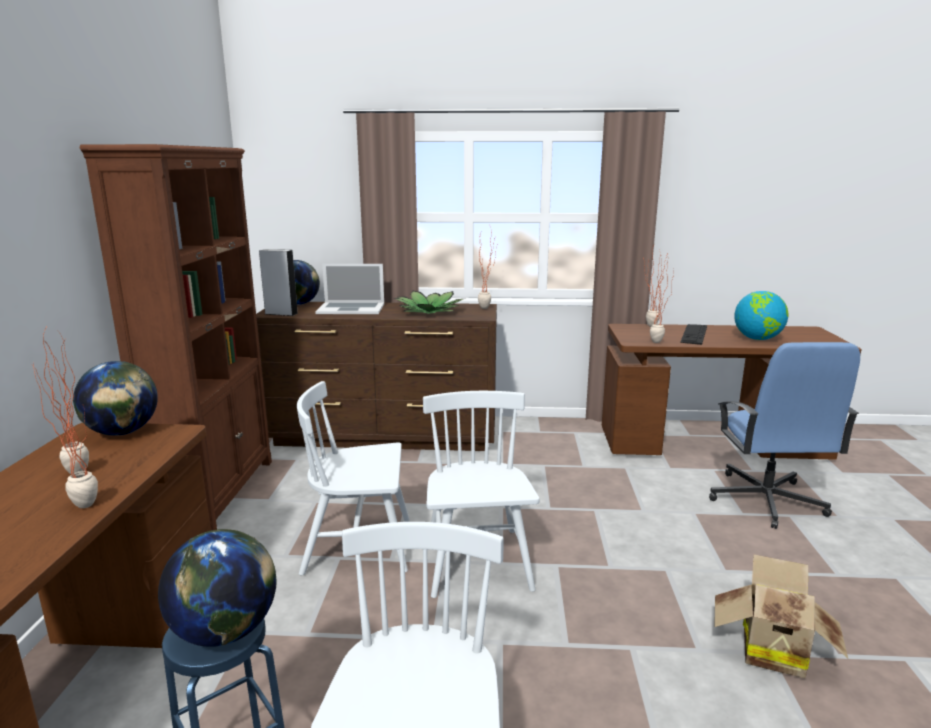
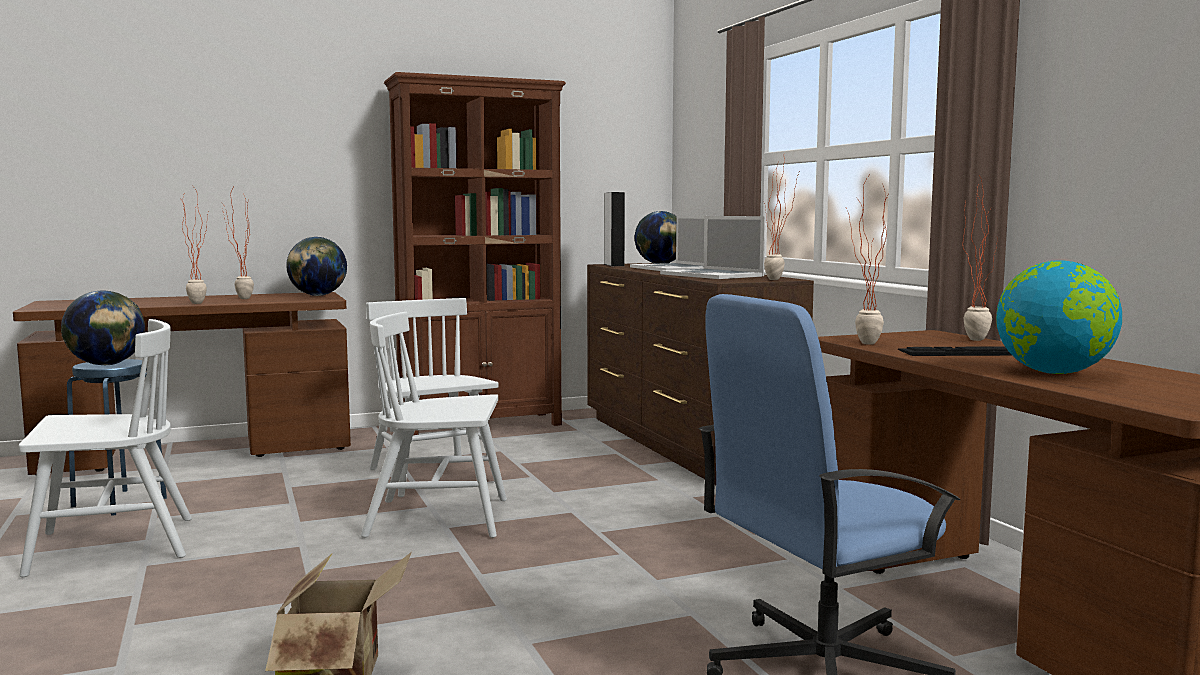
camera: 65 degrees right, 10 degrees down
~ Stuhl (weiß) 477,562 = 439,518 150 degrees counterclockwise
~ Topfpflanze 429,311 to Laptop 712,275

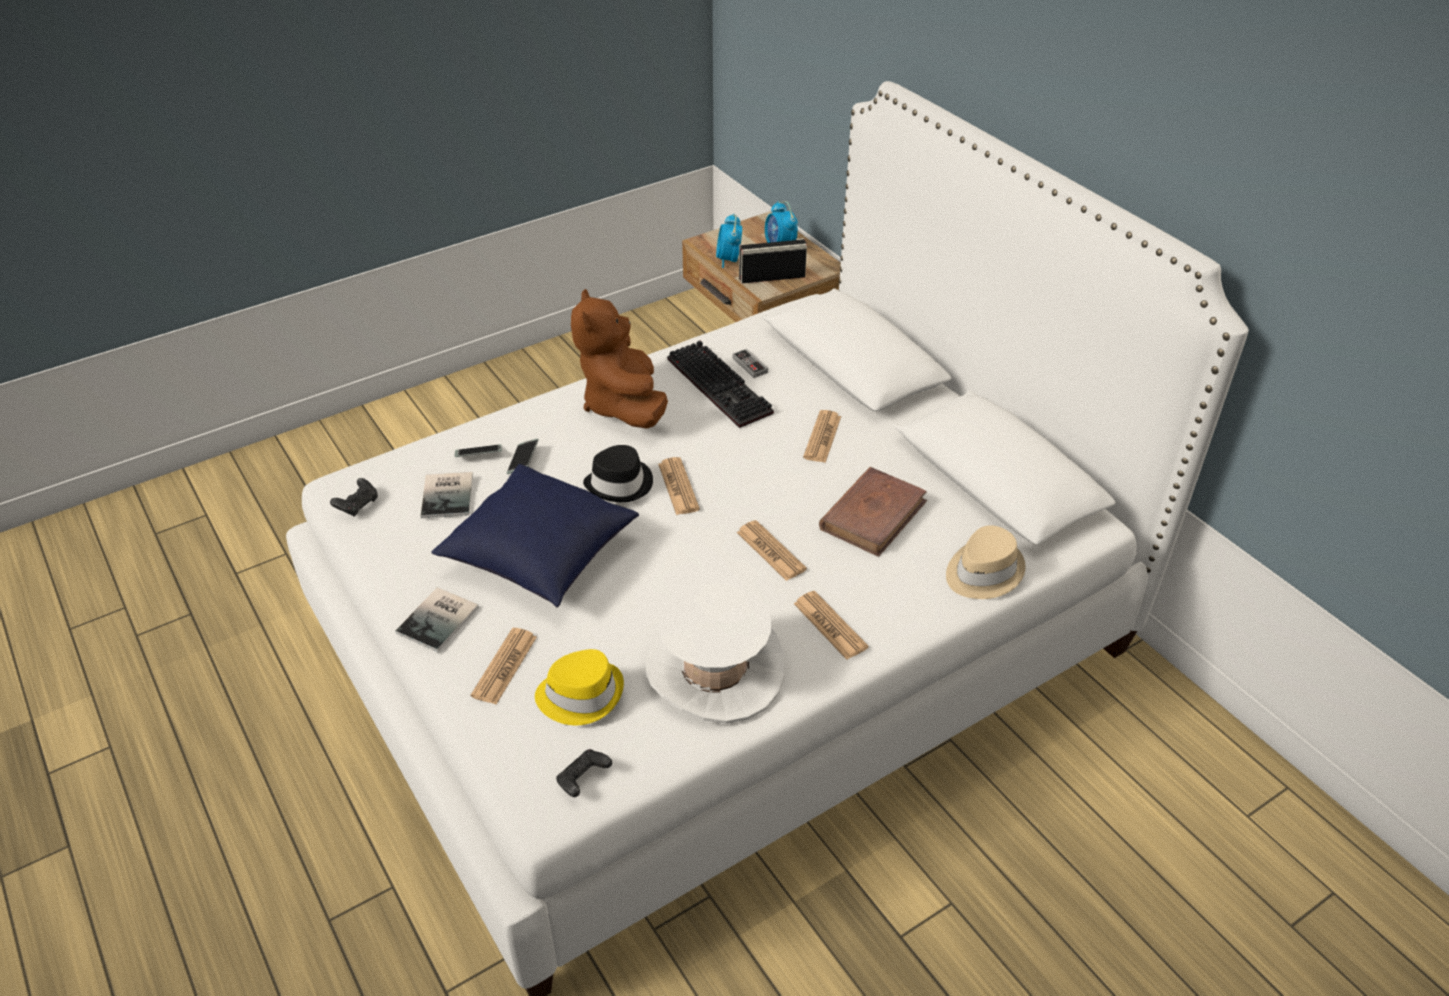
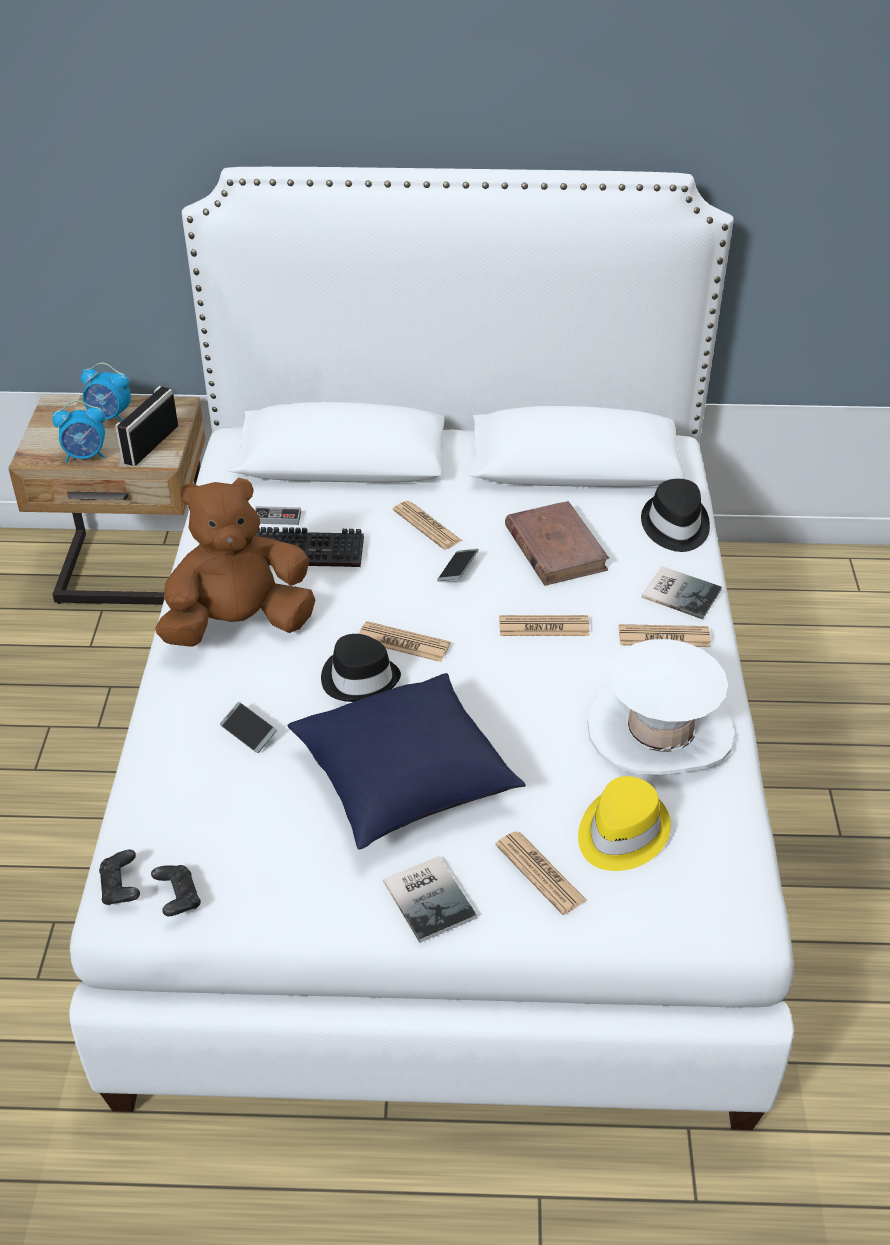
camera: 55 degrees left, 0 degrees up
~ Wecker 729,260 = 86,456 45 degrees counterclockwise
~ Gamepad (schwarz) 583,780 to 121,887
~ Plüschtier (braun) 623,405 = 239,624 135 degrees clockwise
~ Handy 479,455 to 457,569
~ Hut (beige) 982,572 to Hut (schwarz) 675,526
~ Buch 449,494 to 680,592

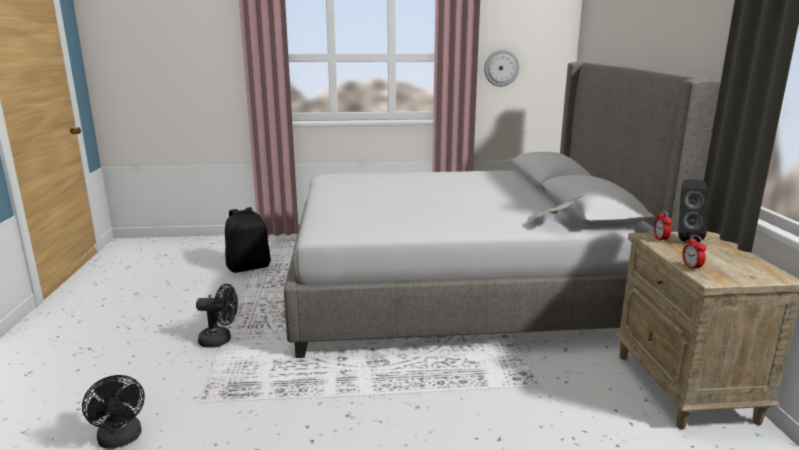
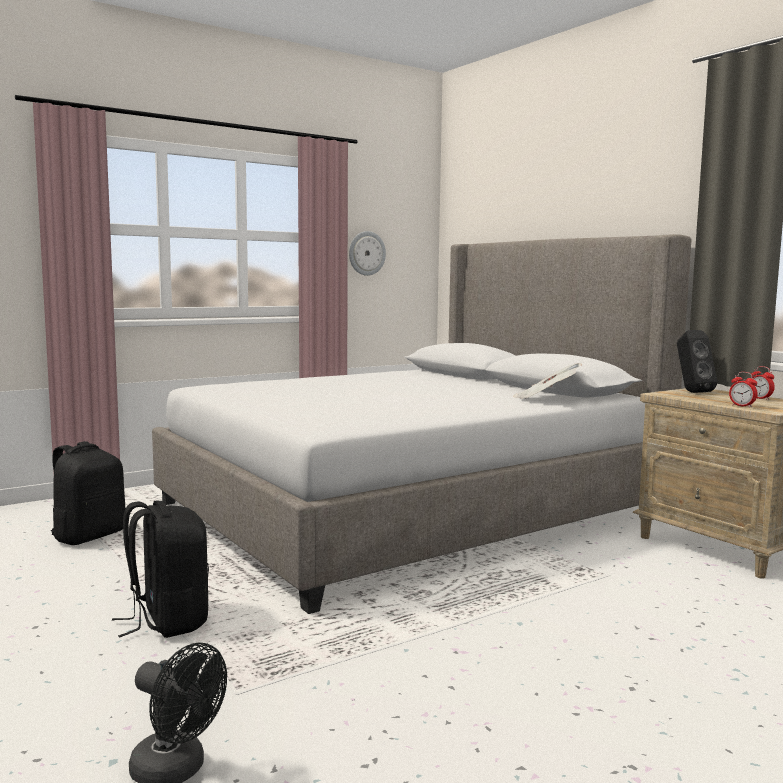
camera: 30 degrees left, 10 degrees down
~ Ventilator (schwarz) 220,340 to Rucksack (schwarz) 167,621
~ Wecker 660,239 to 760,398

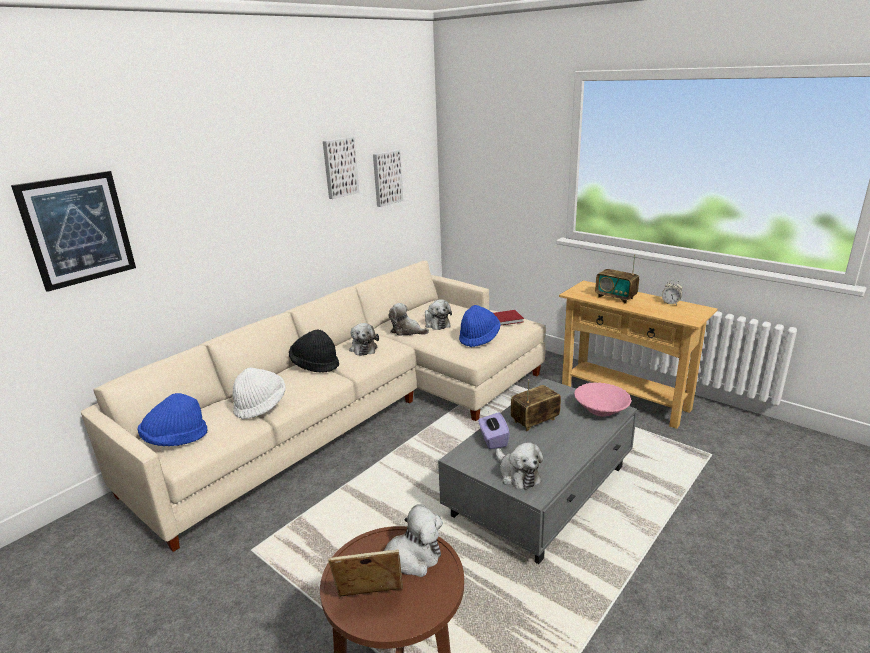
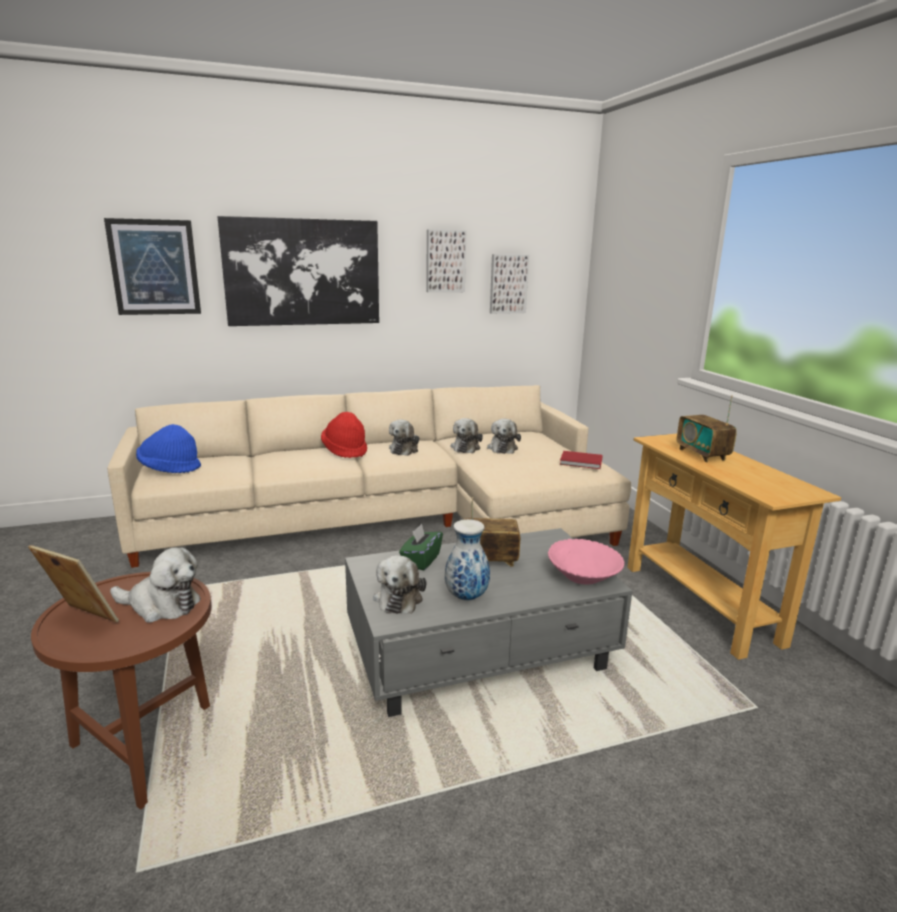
camera: 30 degrees right, 5 degrees down
+ Bild 302,272
~ Hut (schwarz) 315,365 to Hut (rot) 345,451
~ Taschentuchbox (lila) 493,440 to Taschentuchbox (grün) 421,560
+ Vase 466,596
~ Plüschtier 407,331 = 466,447 135 degrees counterclockwise
- Hut (weiß) 261,405
- Hut (blau) 479,338
- Wecker 670,303

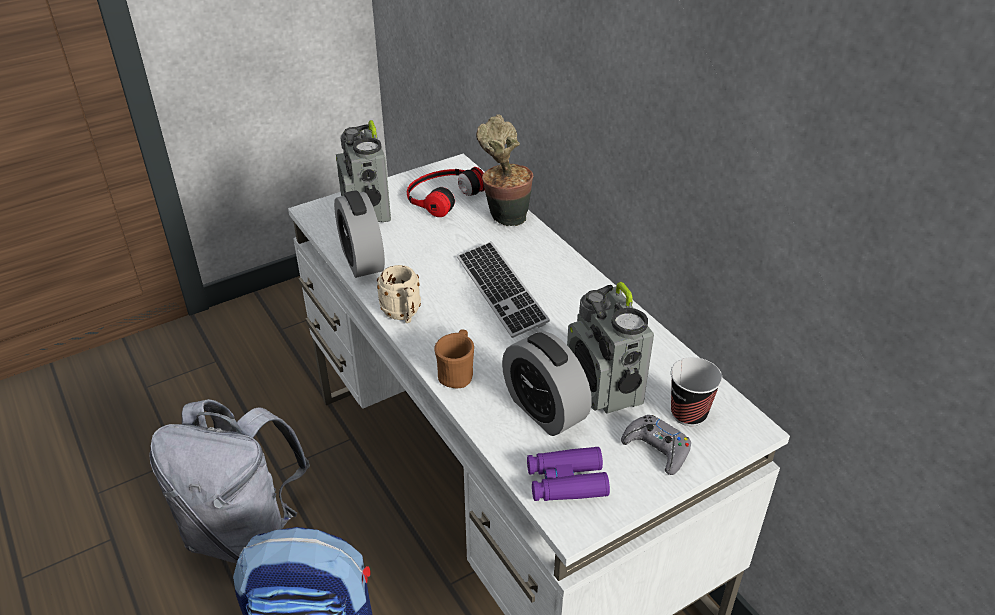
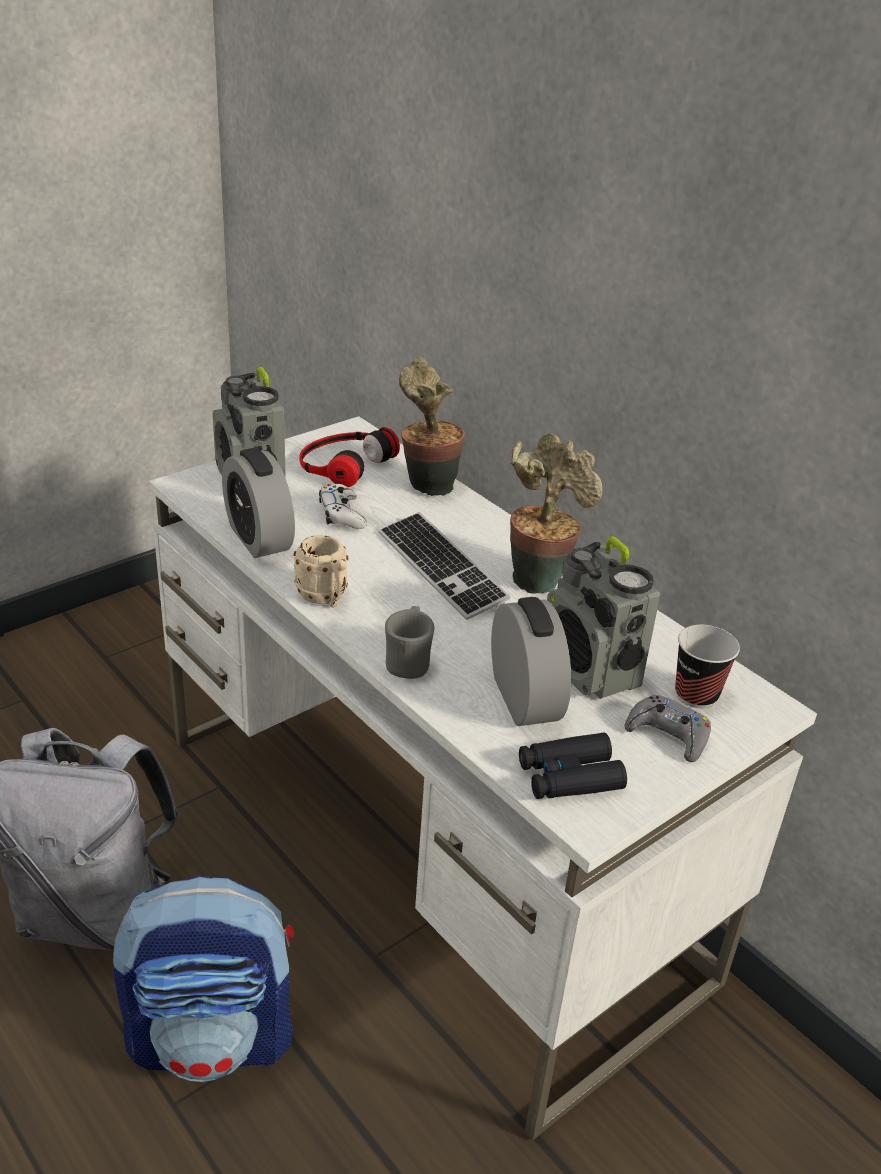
camera: 10 degrees left, 5 degrees down
+ Gamepad (weiß) 341,514
~ Henkelbecher (braun) 457,373 to Henkelbecher (grau) 408,662
~ Wecker 544,410 = 524,698 150 degrees counterclockwise
+ Topfpflanze 539,577
~ Fernglas (lila) 566,482 to Fernglas (schwarz) 569,776

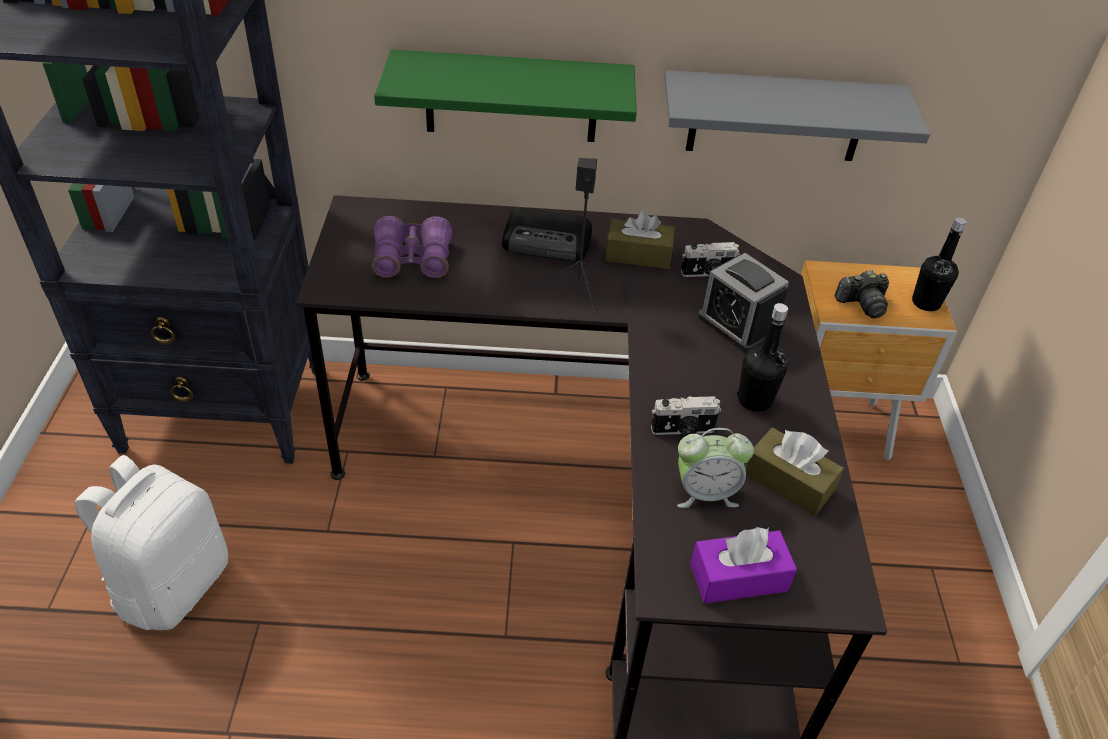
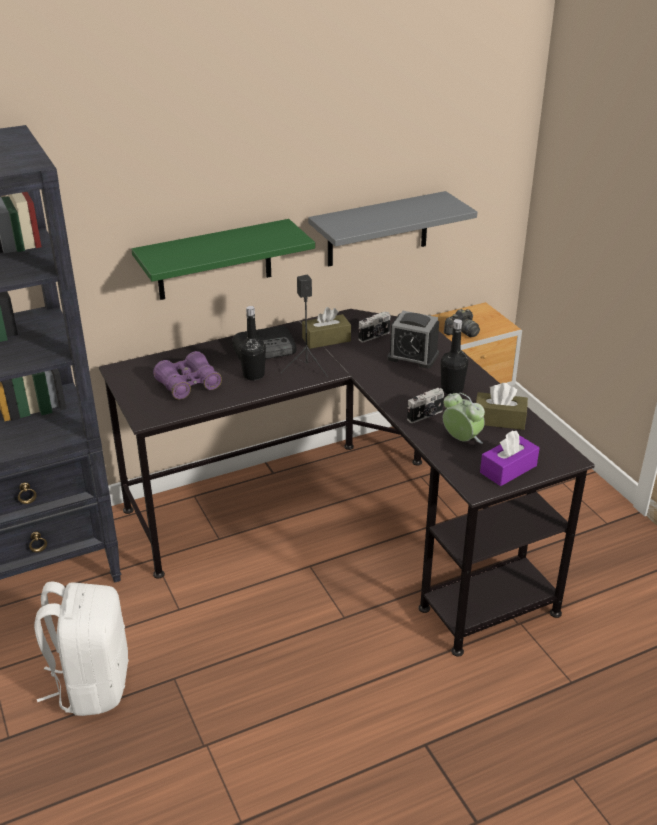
camera: 25 degrees left, 10 degrees down
~ Flasche (schwarz) 925,303 to 253,375
~ Wecker 705,493 = 461,439 105 degrees counterclockwise

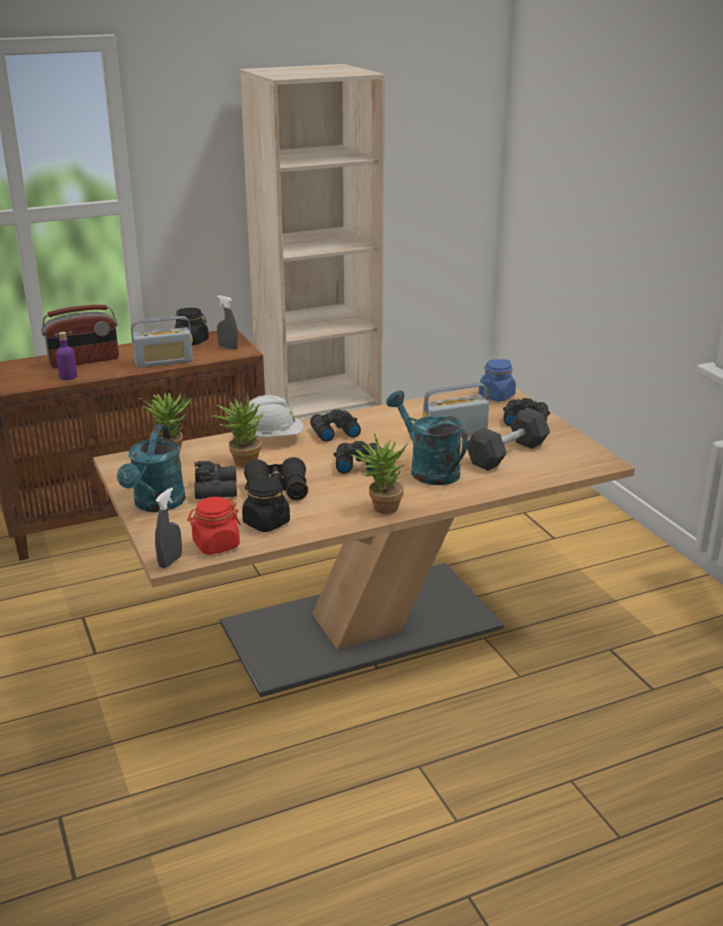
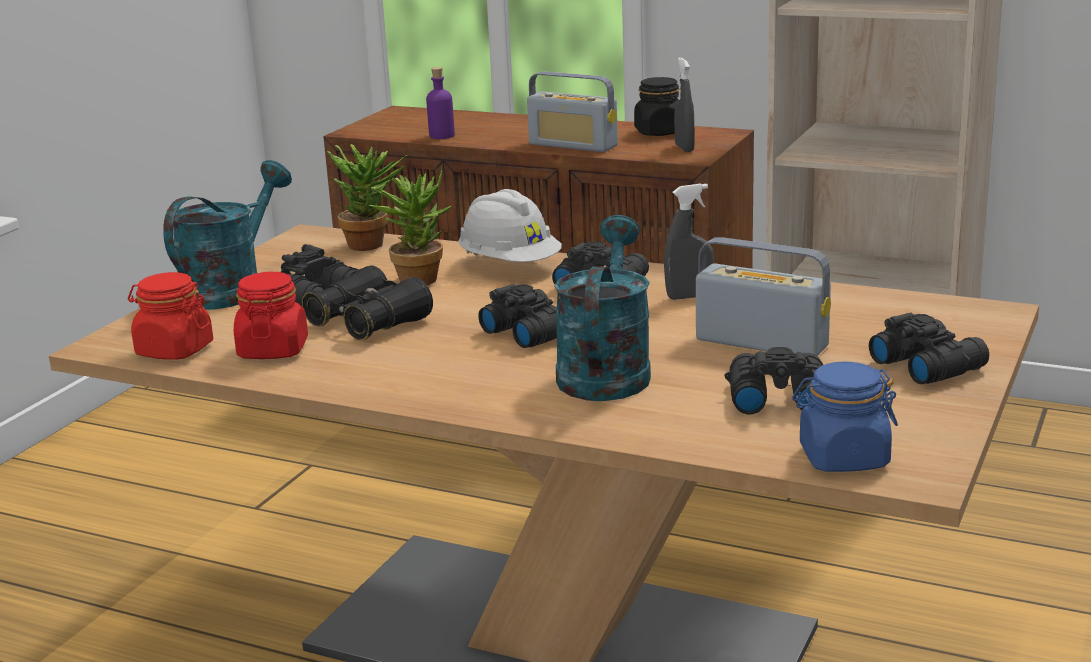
camera: 50 degrees right, 5 degrees down
~ Gießkanne (türkis) 156,504 = 231,288 150 degrees clockwise
~ Vorratsglas (schwarz) 266,522 to Vorratsglas (rot) 273,350
~ Sprühflasche (grau) 170,561 to 689,296
~ Hantel (schwarz) 507,453 to Fernglas (schwarz) 775,397
~ Vorratsglas (blau) 496,396 to 843,458
- Radio 84,361
- Topfpflanze 380,508

